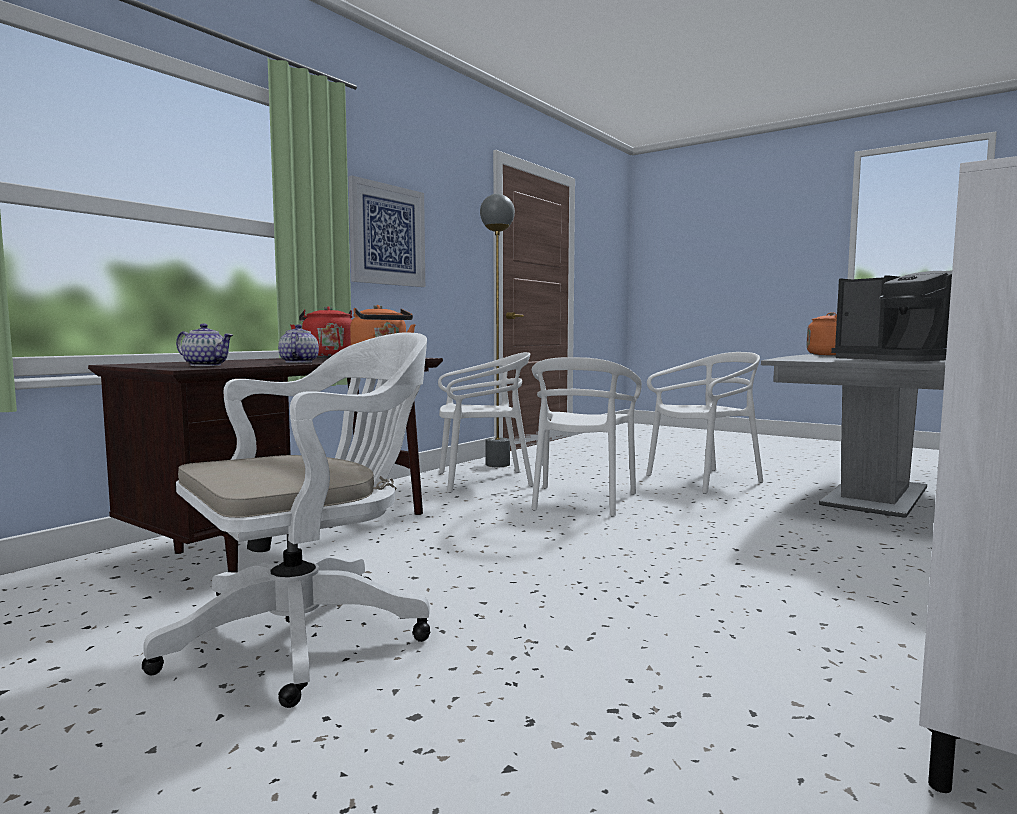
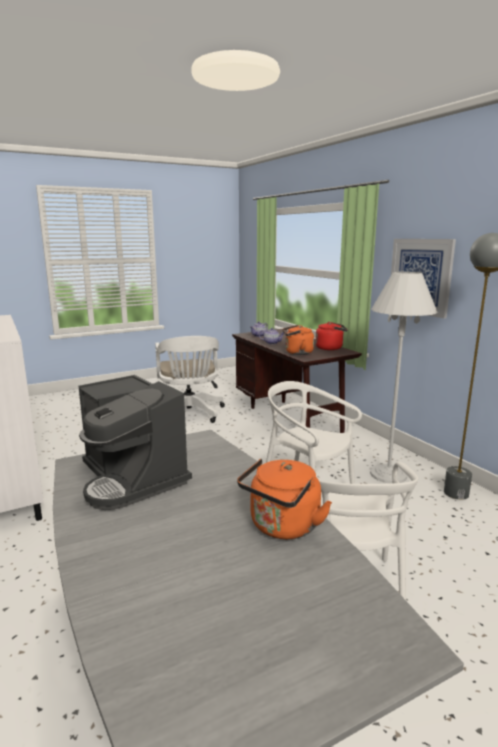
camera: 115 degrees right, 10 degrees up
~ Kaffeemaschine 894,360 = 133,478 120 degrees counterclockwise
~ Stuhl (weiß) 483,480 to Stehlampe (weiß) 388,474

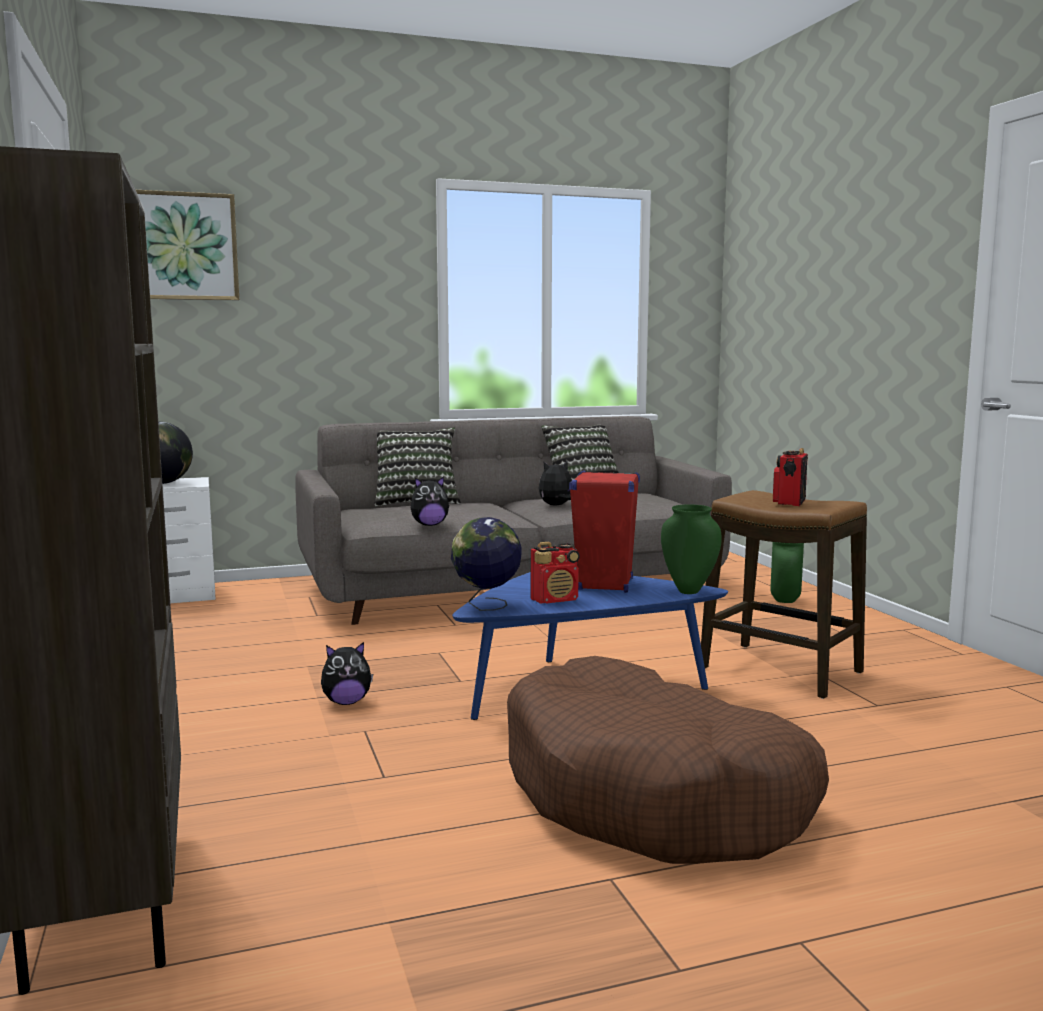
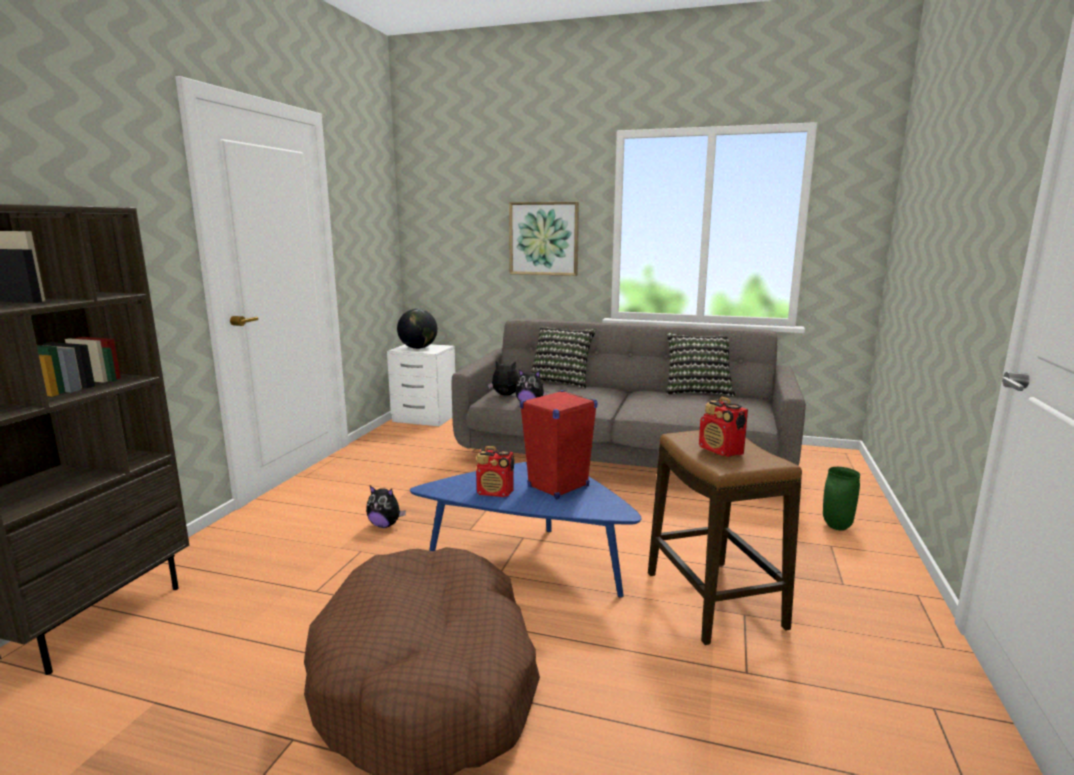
camera: 35 degrees right, 5 degrees up
~ Plüschtier 556,506 to 505,395
~ Bild 182,246 to 544,238
~ Radio 789,502 = 721,451 90 degrees counterclockwise
- Globus 486,606
- Vase (grün) 688,591

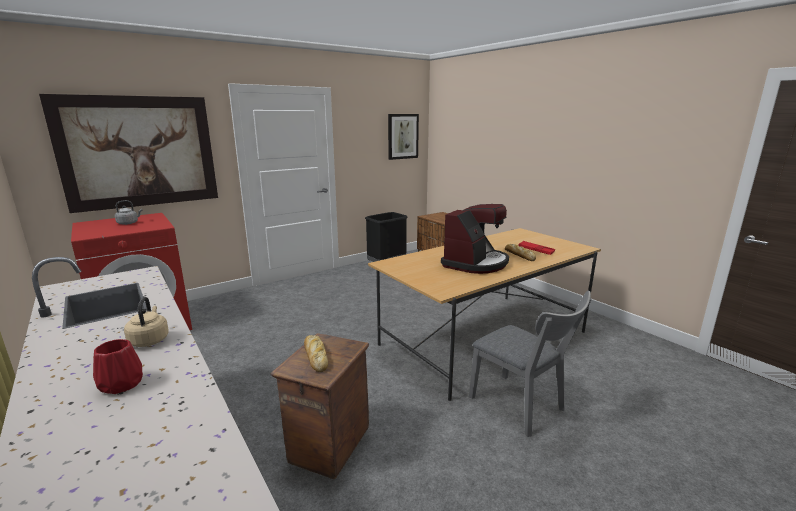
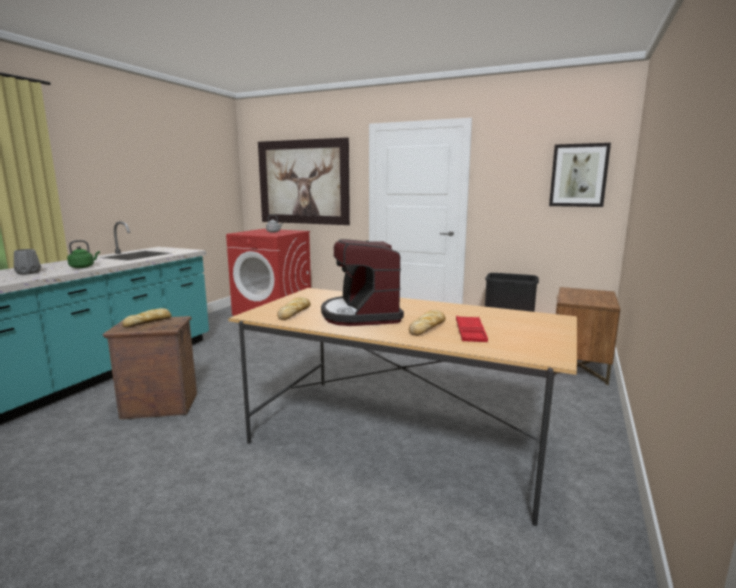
camera: 60 degrees right, 5 degrees down
~ Vase (rot) 123,384 to Vase (grau) 28,273
~ Wasserkessel (beige) 150,340 to Wasserkessel (grün) 83,267
+ Brot 294,313
~ Kaffeemaschine 475,263 = 361,315 75 degrees clockwise
- Stuhl (grau) 521,407

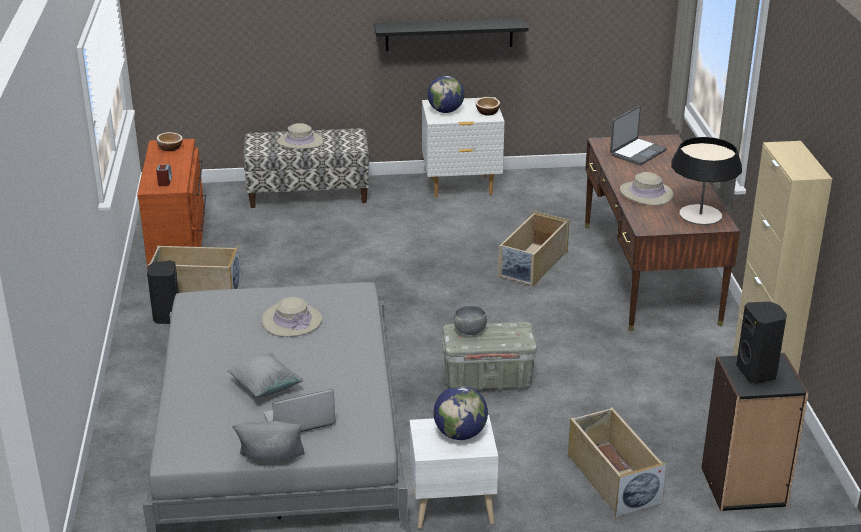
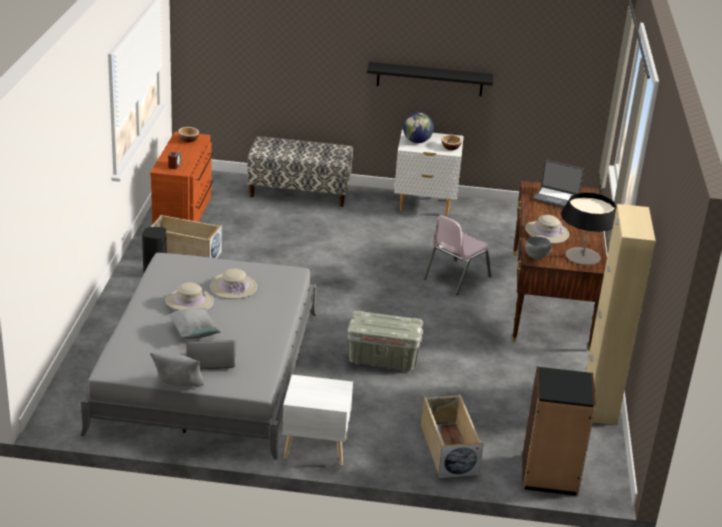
camera: 10 degrees right, 0 degrees up
~ Hut (beige) 300,142 to 189,302
~ Aufbewahrungsbox (beige) 532,265 to Stuhl (rosa) 456,277
~ Schüssel (grau) 470,332 to 537,257
~ Laptop 637,152 = 556,198 60 degrees clockwise
- Globus 460,434
- Lautsprecher (schwarz) 757,373

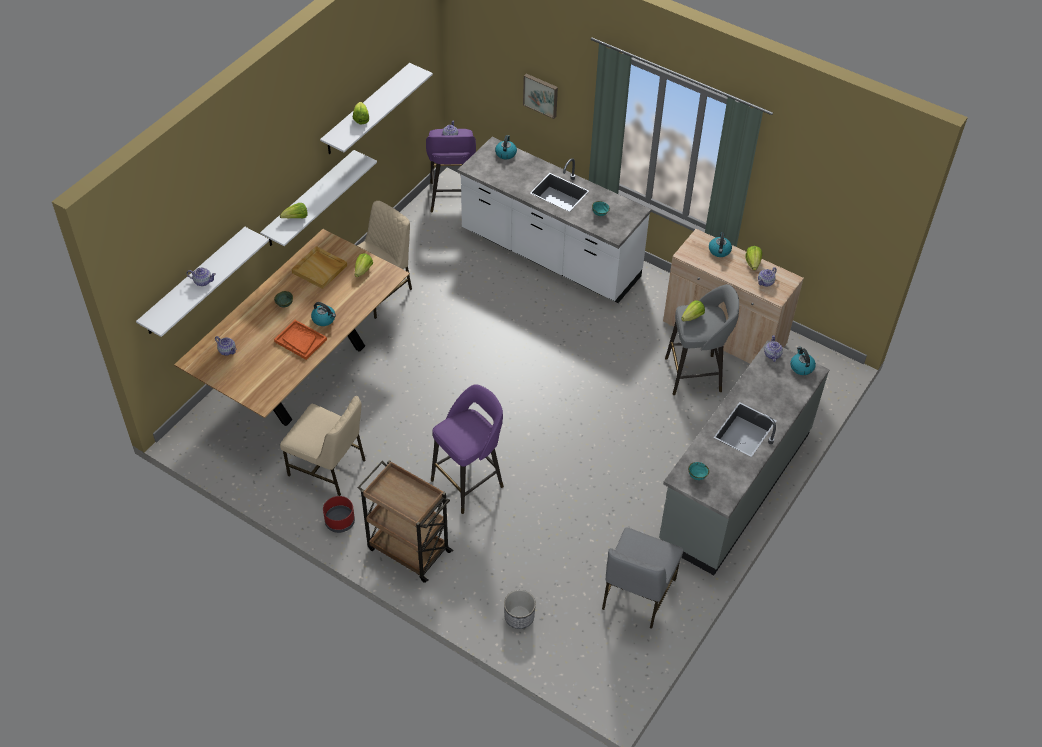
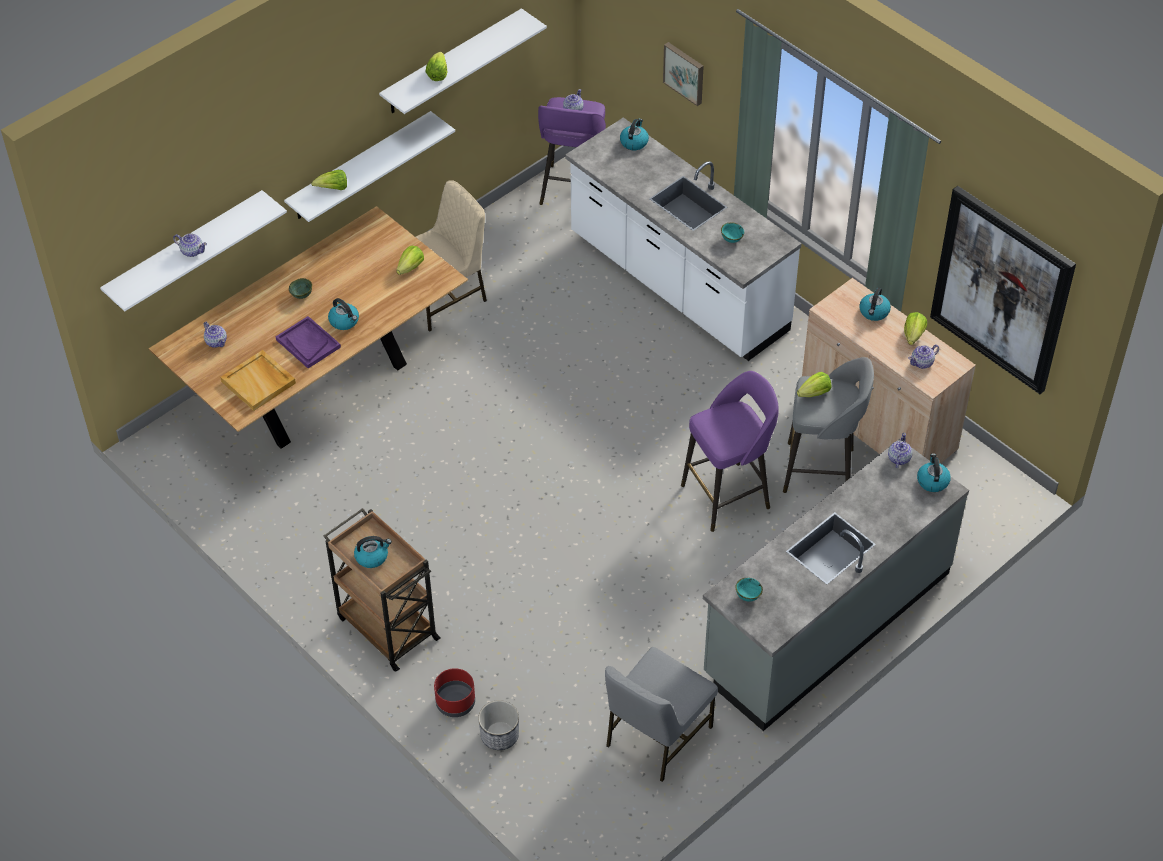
camera: 15 degrees right, 0 degrees up
~ Tablett (beige) 320,269 to 259,382
~ Tablett (orange) 300,340 to Tablett (lila) 308,343
+ Wasserkessel 372,556
~ Pflanzkübel (rot) 339,522 to 455,702
~ Hocker (lila) 469,482 to 728,496
+ Bild 1001,289
- Stuhl (beige) 328,467

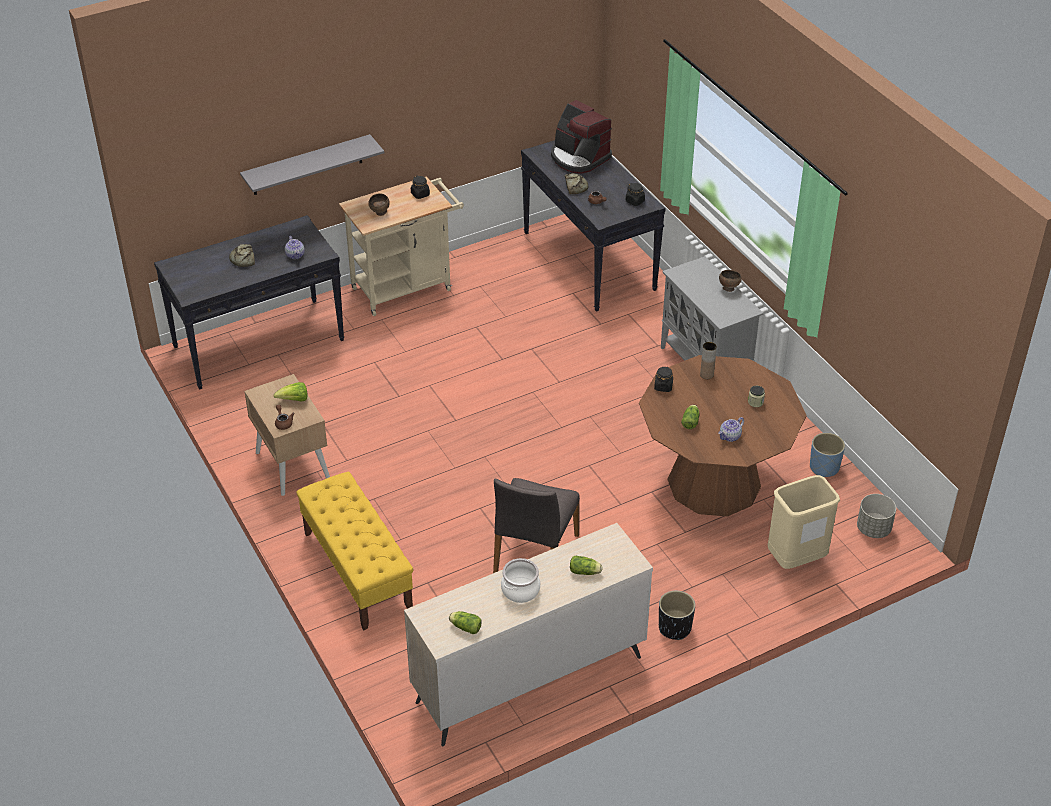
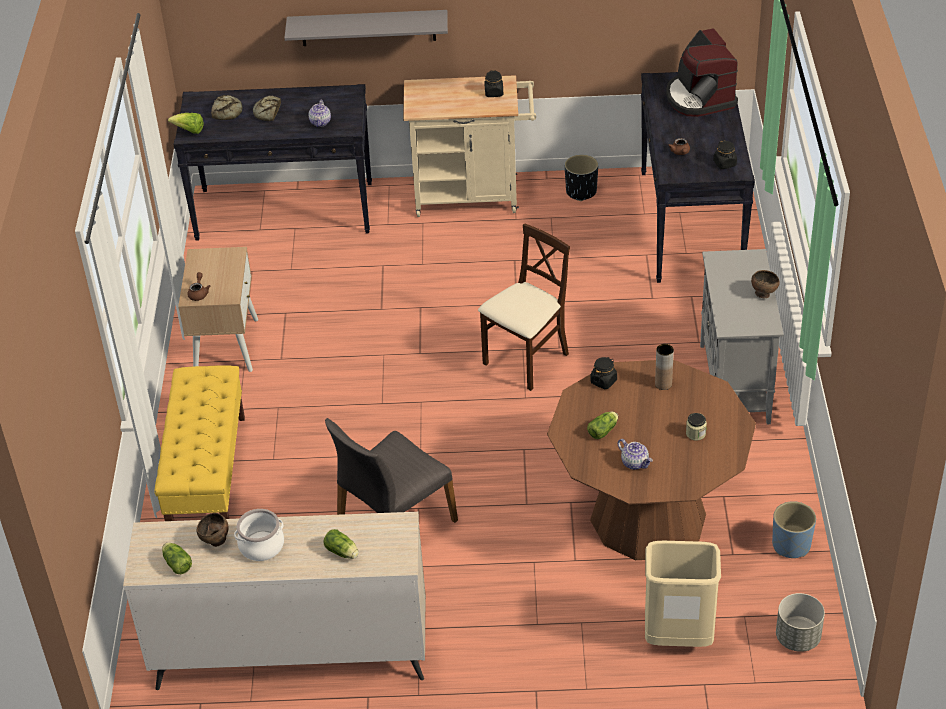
camera: 30 degrees right, 0 degrees up
~ Salatkopf 294,400 to 189,131
~ Schüssel (braun) 380,213 to 215,541
~ Brot 575,186 to 228,111
+ Stuhl (beige) 526,360
~ Pflanzkübel (schwarz) 674,627 to 581,191
~ Teekanne 730,437 = 635,463 120 degrees counterclockwise

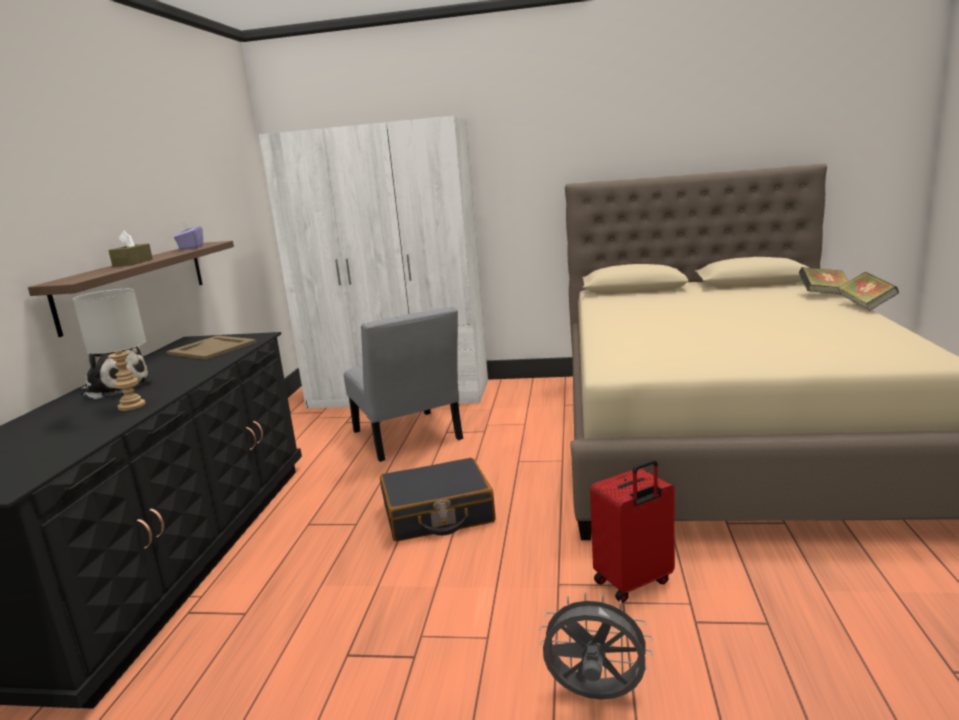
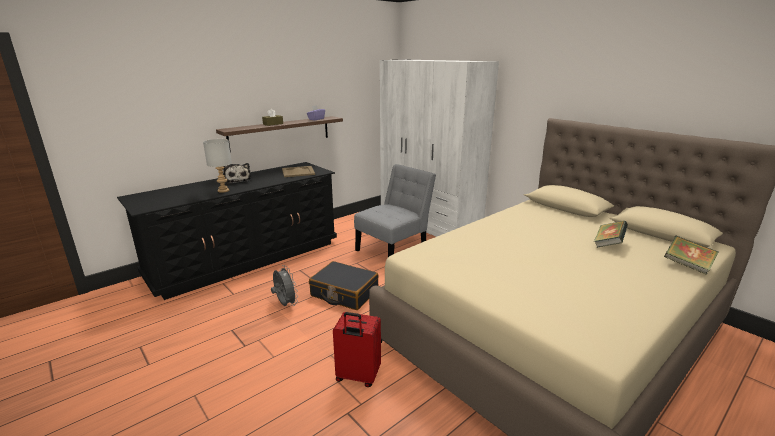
camera: 40 degrees right, 5 degrees up
~ Ventilator (grau) 595,696 to 285,304
~ Stuhl (grau) 408,438 = 394,249 150 degrees counterclockwise
~ Buch 866,305 to 608,244

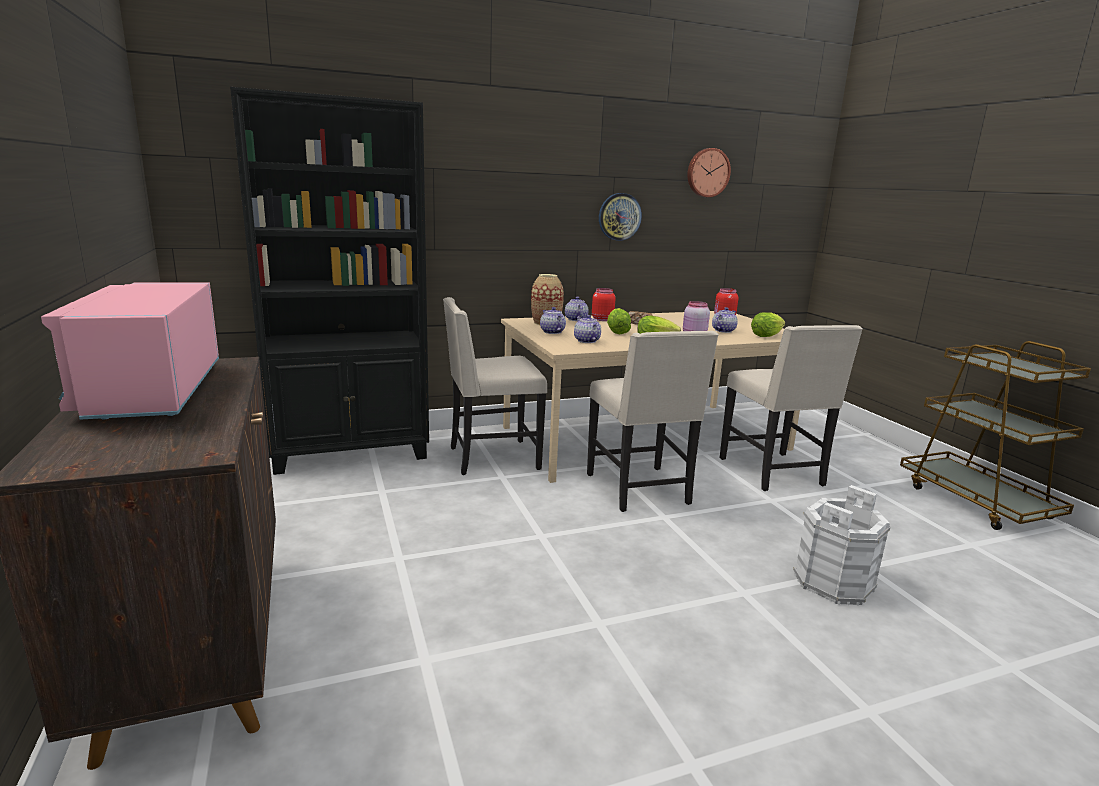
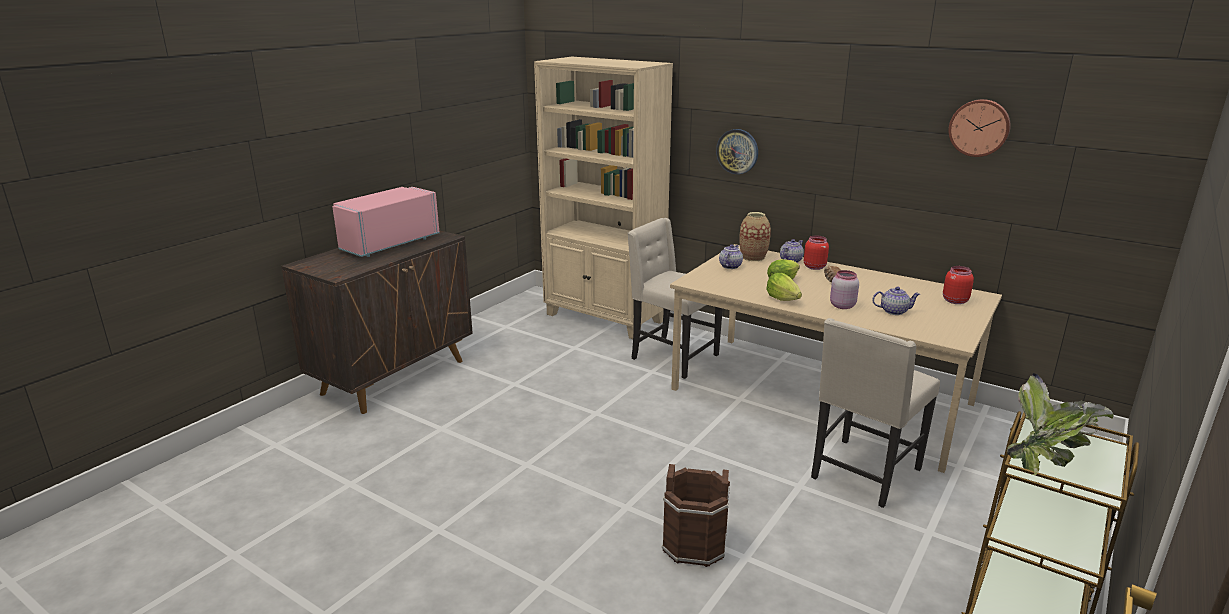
camera: 55 degrees right, 5 degrees up
~ Bücherregal (schwarz) 352,453 to Bücherregal (beige) 604,318
~ Eimer (weiß) 834,583 to Eimer (braun) 694,544
~ Wanduhr 619,216 to 737,151
+ Topfpflanze 1046,461
- Teekanne 586,341
- Stuhl (beige) 640,490
- Salatkopf 766,336

